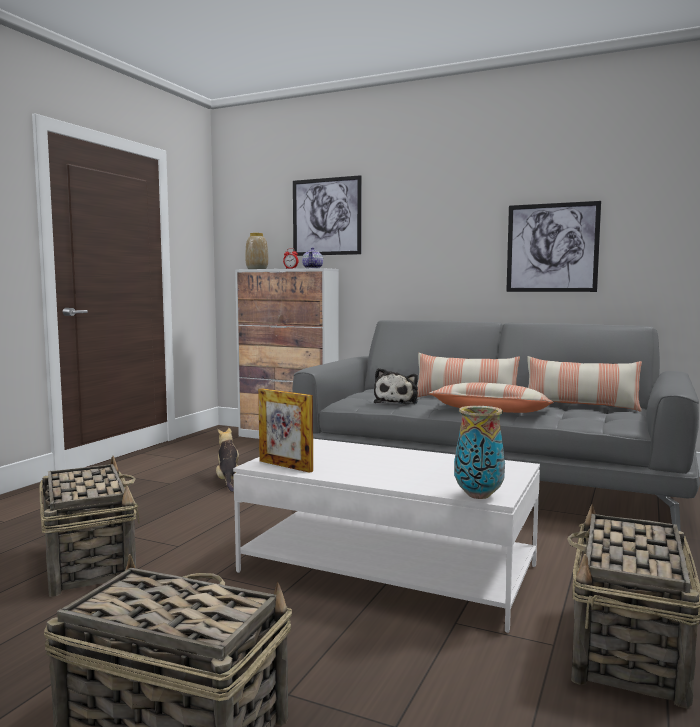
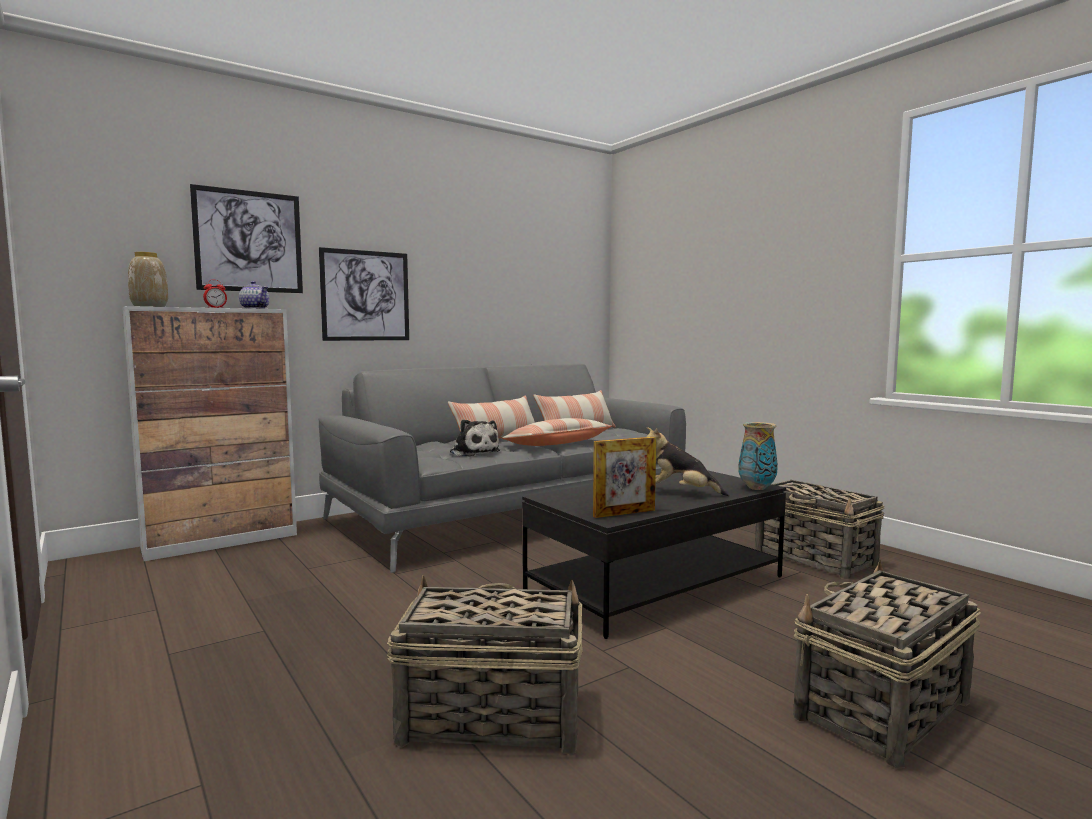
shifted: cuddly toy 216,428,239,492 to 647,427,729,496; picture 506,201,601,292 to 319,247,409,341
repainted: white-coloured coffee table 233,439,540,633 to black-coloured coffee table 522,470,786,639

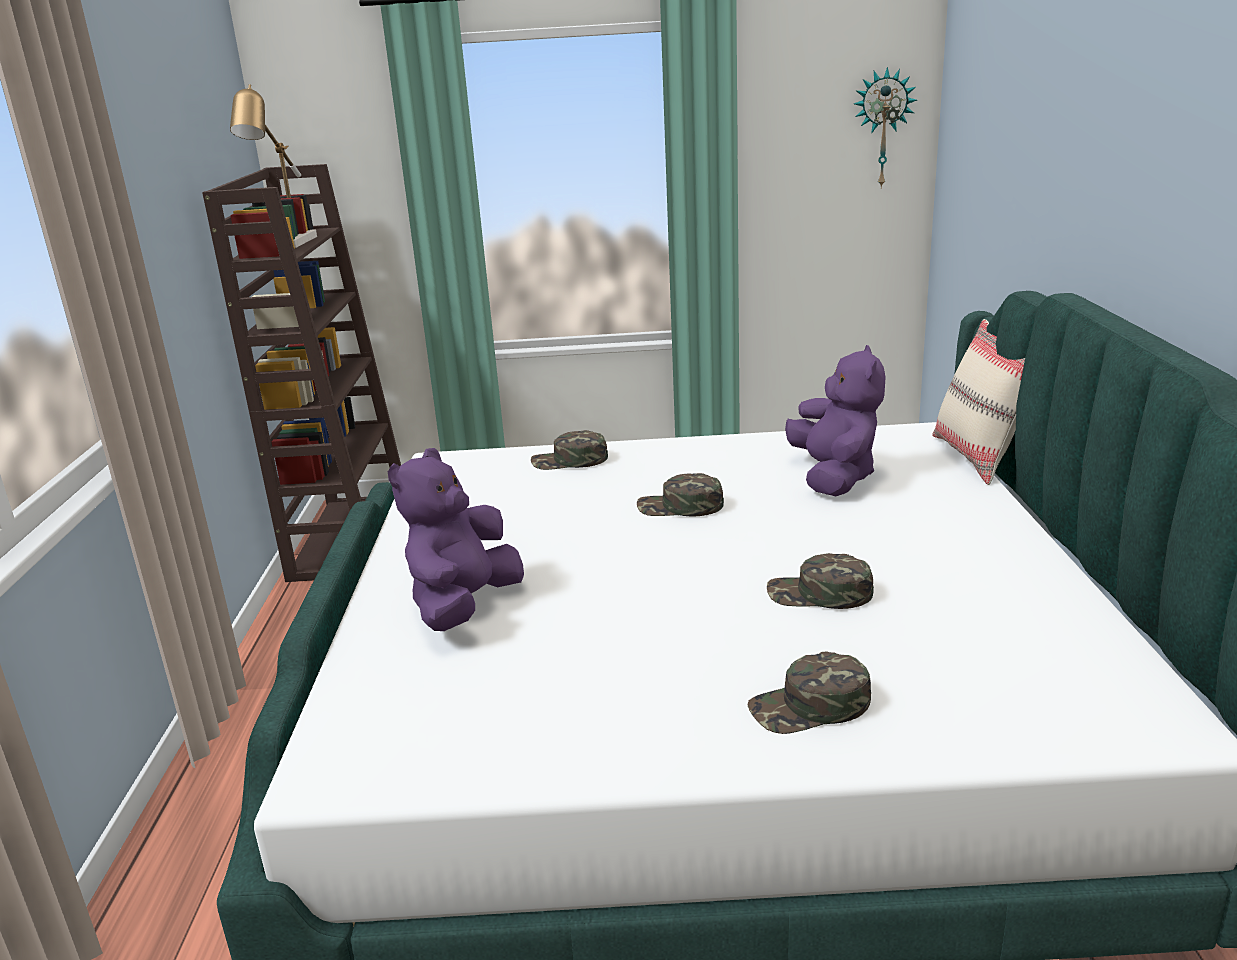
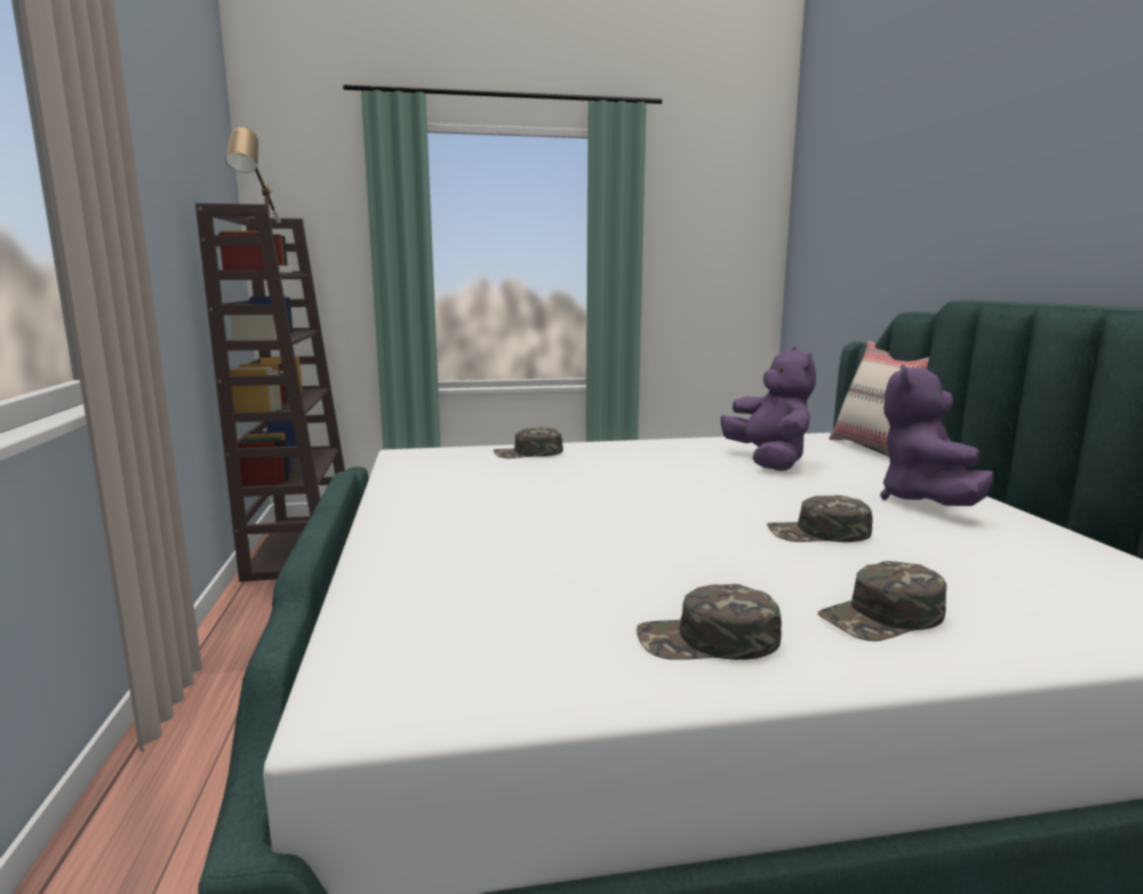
gone: wall clock 854,67,917,189
shifted: purple-coloured cuddly toy 388,448,524,631 to 880,365,993,506; green-coloured peaked cap 637,473,724,516 to 636,584,782,660

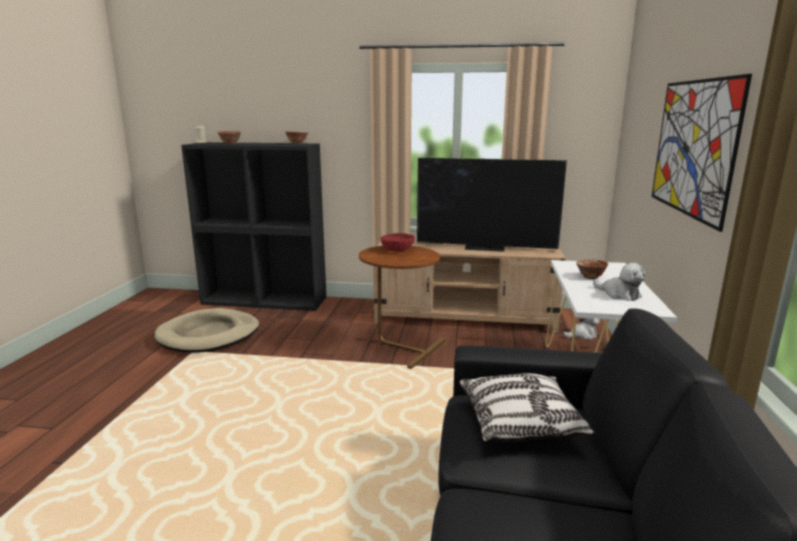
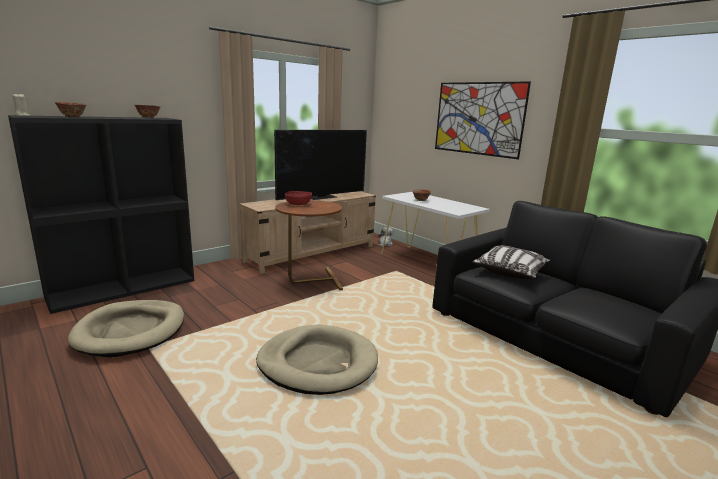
gone: cuddly toy 593,263,646,301
new: beige dog bed 256,325,378,395

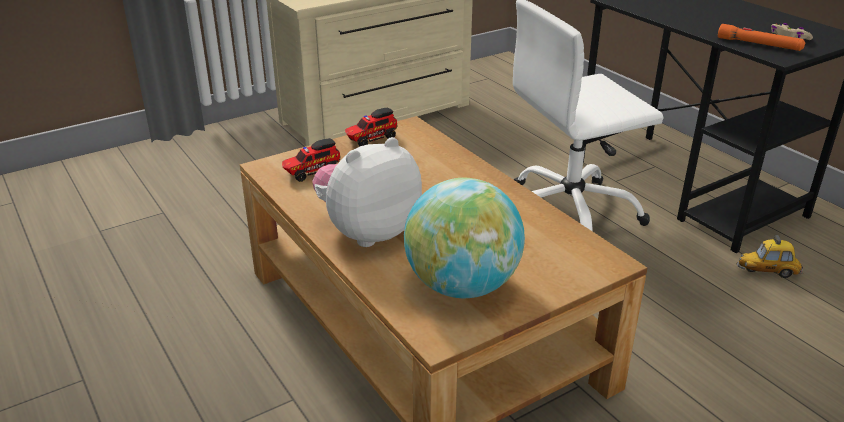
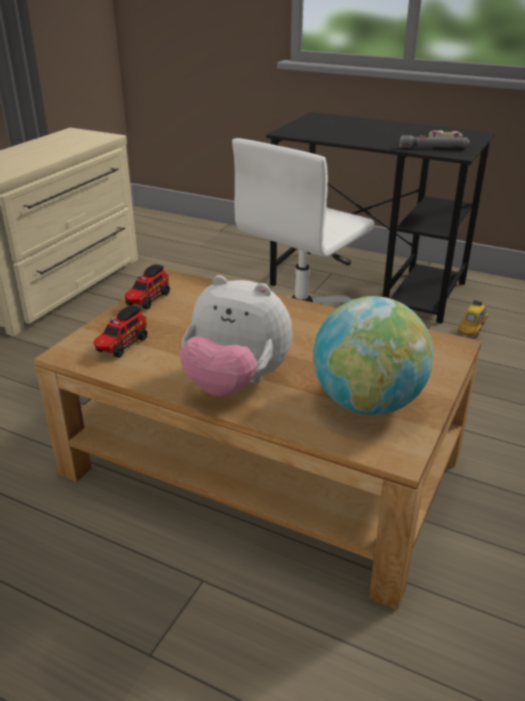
repainted: orangey hand torch 718,24,805,51 to grey hand torch 399,135,469,148
rotated: cuddly toy 312,137,422,247 = 179,275,292,397 90 degrees counterclockwise; toy car 737,235,803,278 = 458,300,489,338 150 degrees clockwise

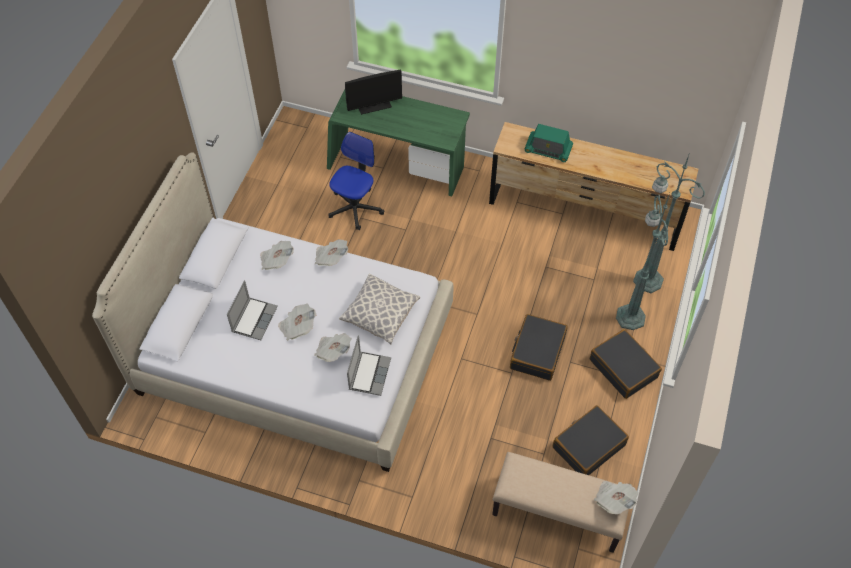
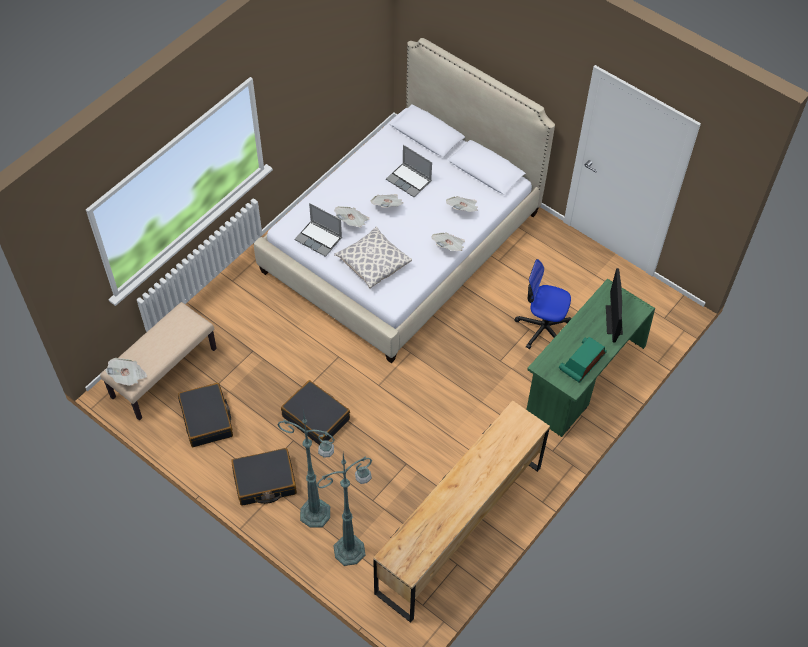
shifted: radio receiver 525,124,573,162 to 559,337,607,383
rotated: office chair 328,132,384,230 = 515,259,571,349 150 degrees clockwise

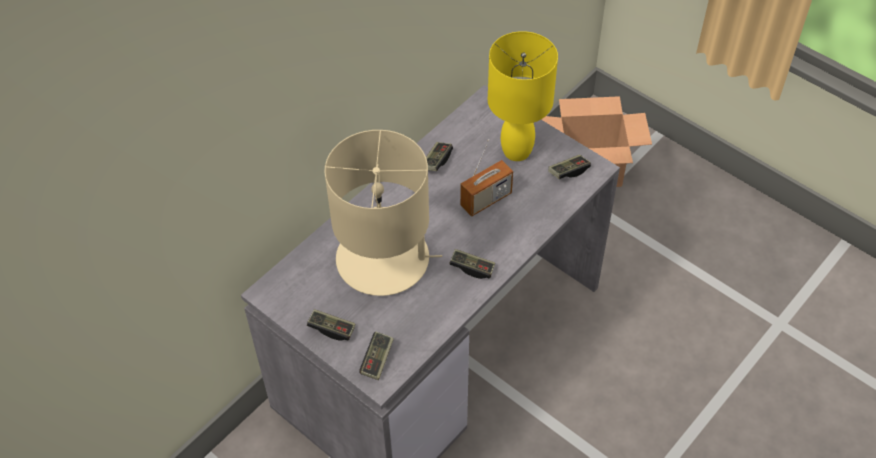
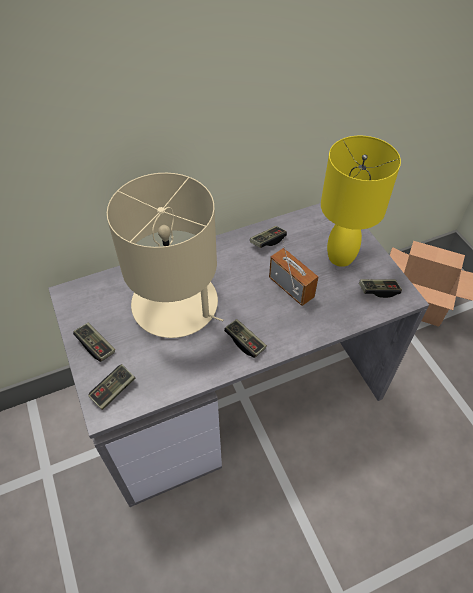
rotated: radio receiver 460,139,513,217 = 269,239,318,306 120 degrees counterclockwise

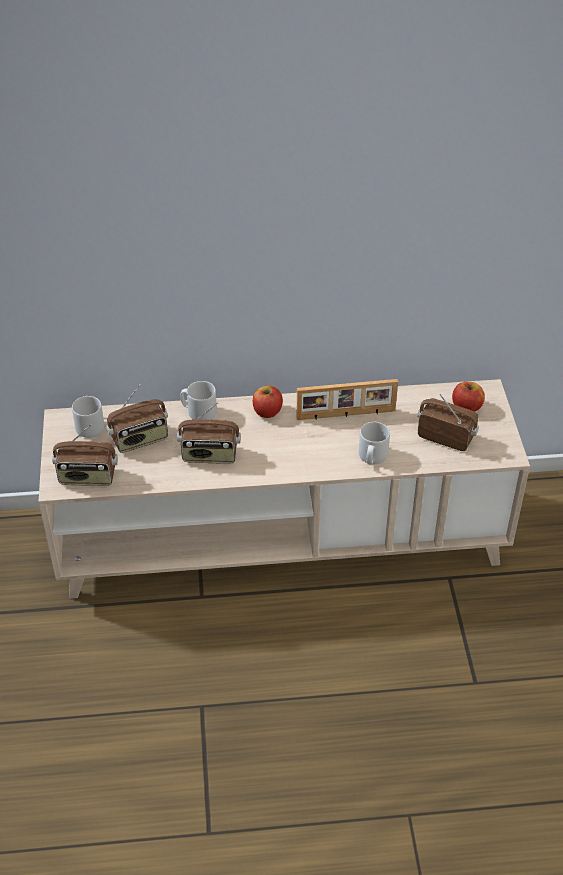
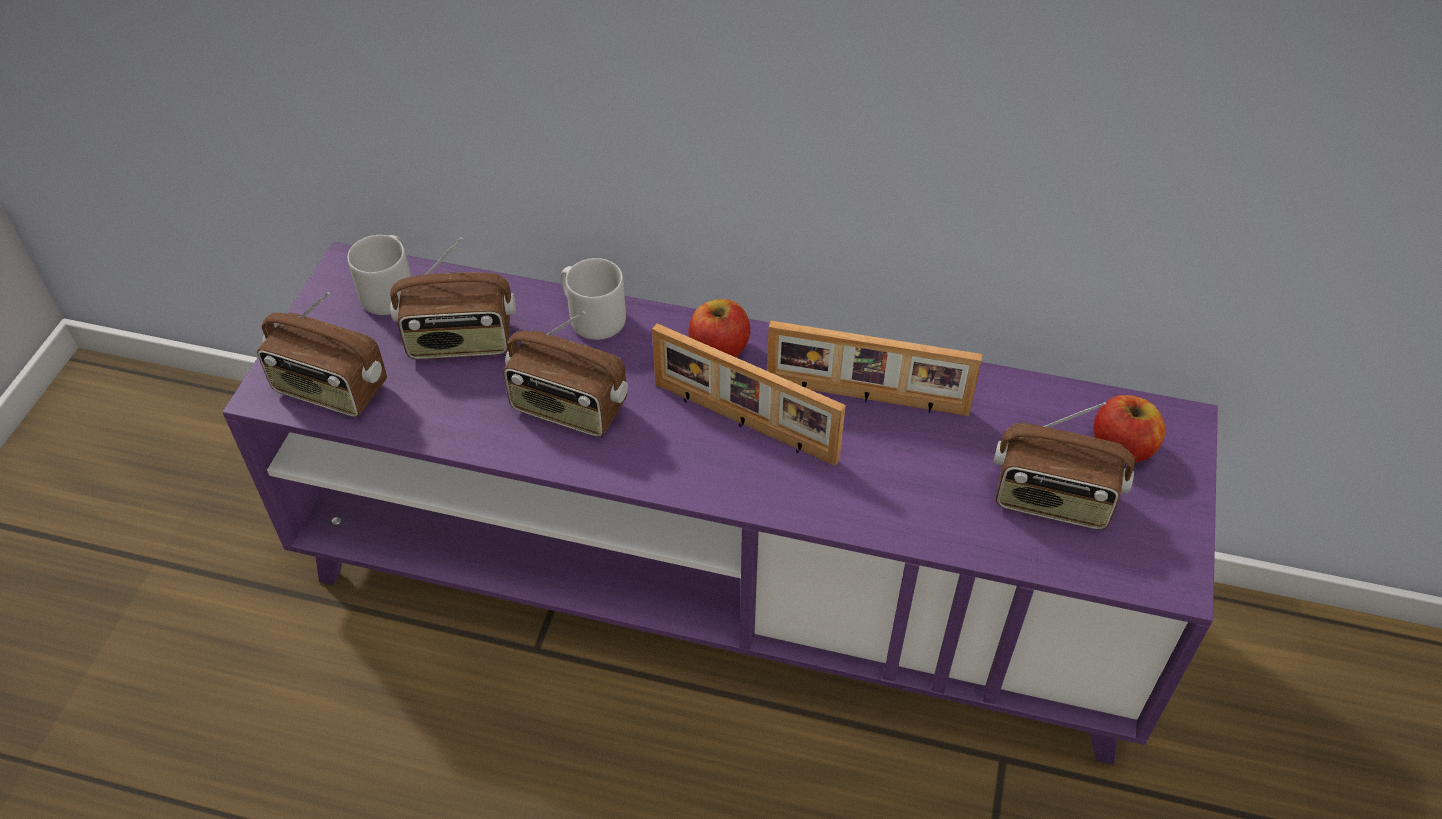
gone: grey coffee mug 359,422,390,464
new: standing frame 652,323,846,466
repainted: beige media console 39,379,530,599 to purple-coloured media console 223,242,1218,765
rotated: radio receiver 417,394,479,451 = 994,402,1135,530 150 degrees clockwise

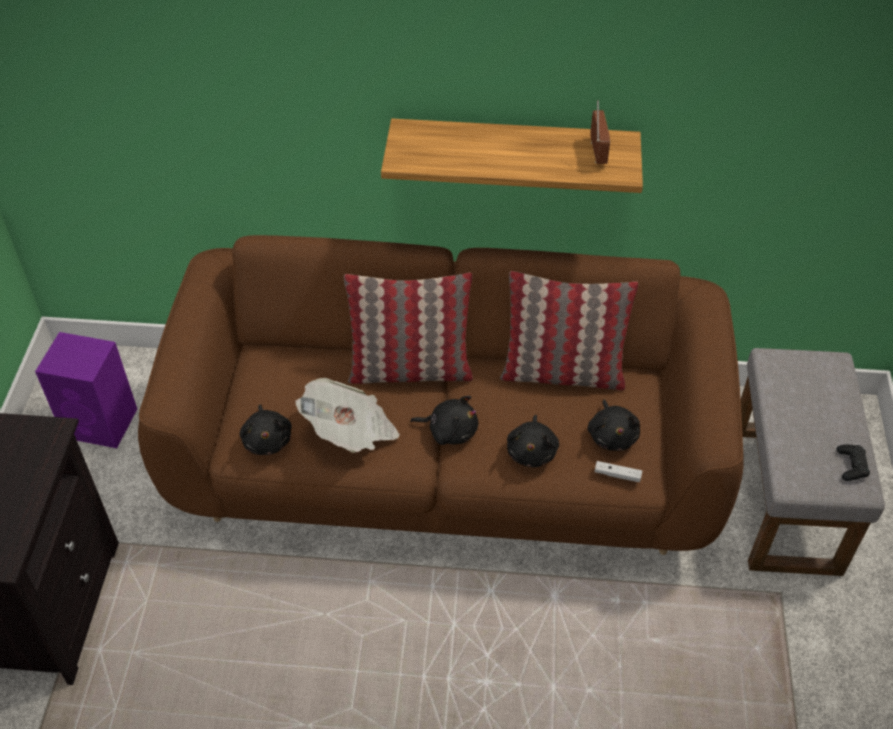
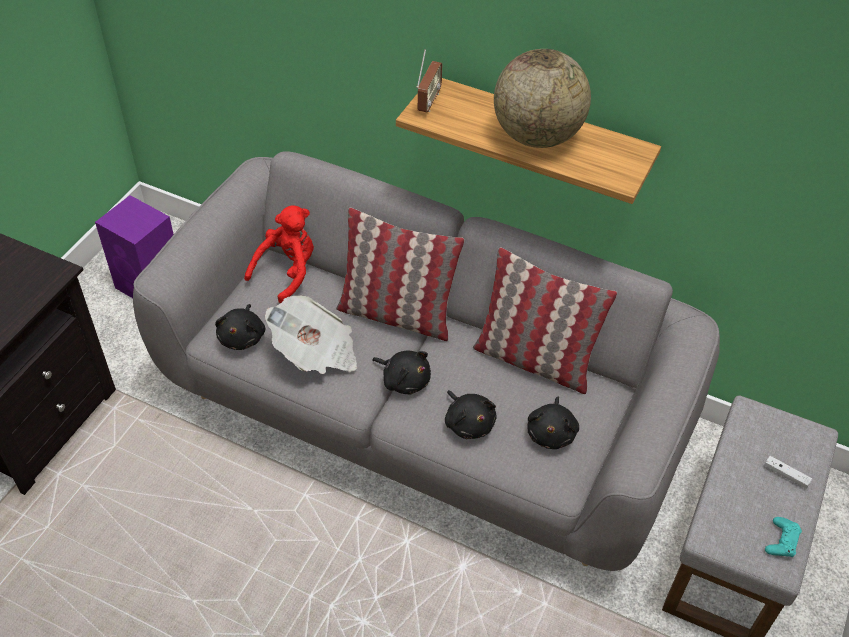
new: red-coloured cuddly toy 244,205,314,303; globe 494,49,591,148
shifted: radio receiver 590,101,610,164 to 417,49,442,112; white-coloured joypad 595,461,642,482 to 765,456,812,489
repainted: brown sofa 138,235,744,555 to grey sofa 133,151,720,571; black-coloured joypad 836,444,870,481 to turquoise joypad 765,517,802,557
rotated: black-coloured cuddly toy 507,415,559,467 = 445,390,497,439 60 degrees counterclockwise

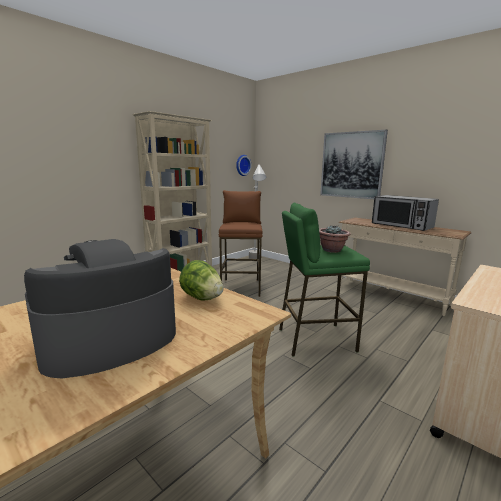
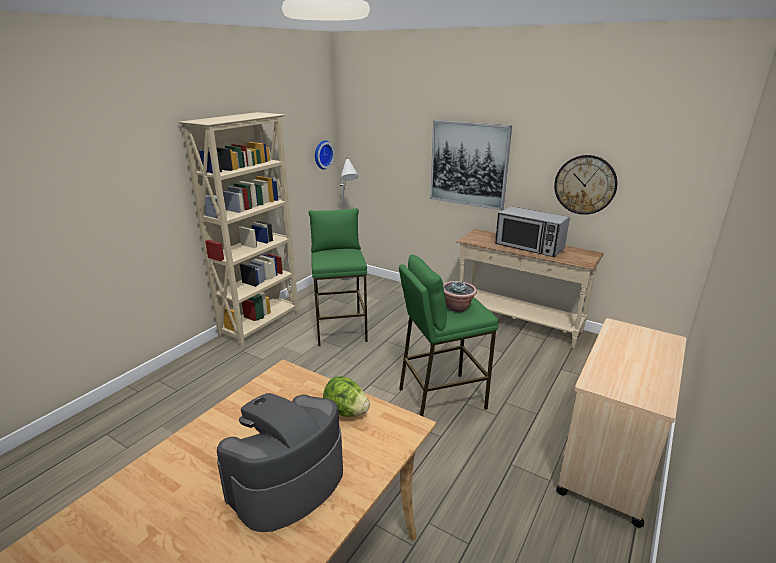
new: wall clock 554,155,617,215
repainted: brown stool 219,190,263,297 to green-coloured stool 308,208,368,346

